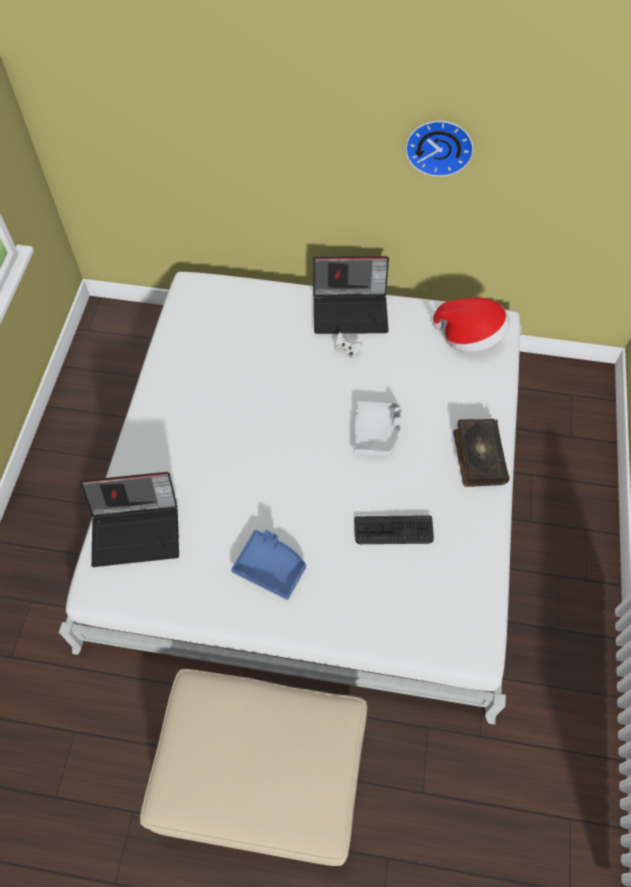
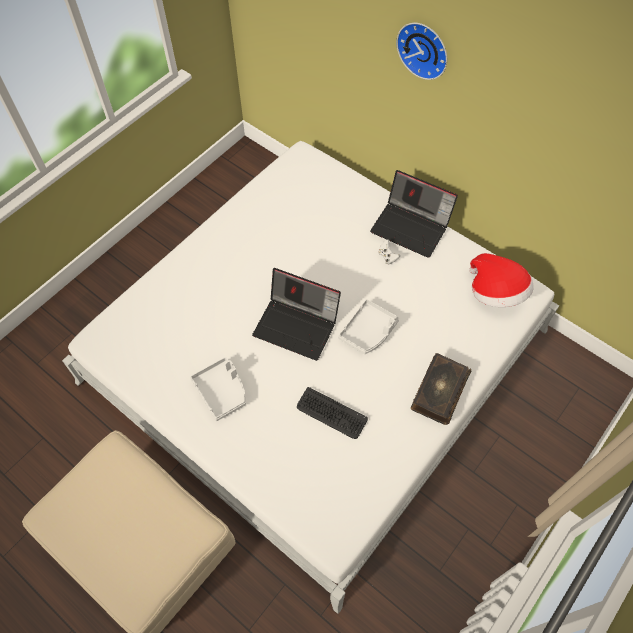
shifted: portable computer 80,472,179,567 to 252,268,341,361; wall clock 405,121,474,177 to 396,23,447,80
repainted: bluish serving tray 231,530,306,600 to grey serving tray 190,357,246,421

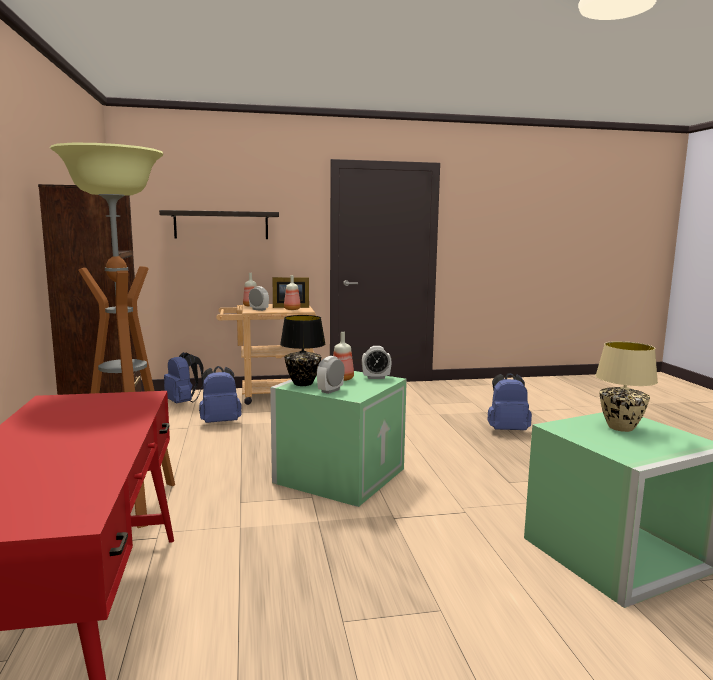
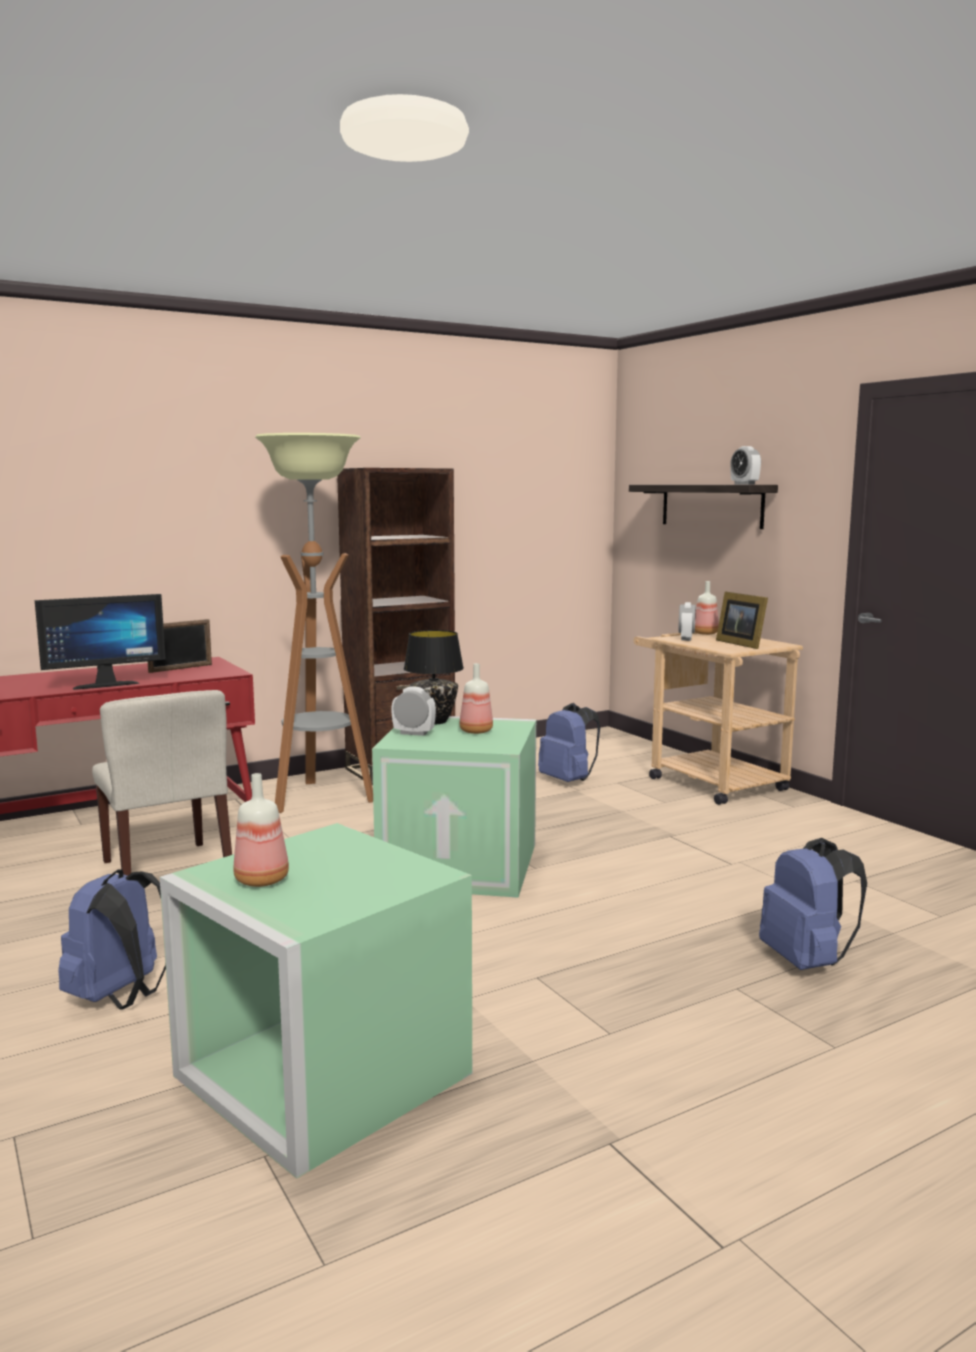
gone: beige lamp for a table 595,341,658,432
new: computer display 35,594,166,690; beige chair 92,690,232,876; standing frame 148,619,212,673
shifted: bluish rucksack 164,352,204,403 to 58,870,166,1010; bottle 284,275,301,310 to 234,773,289,887; table clock 362,346,391,379 to 730,446,761,484

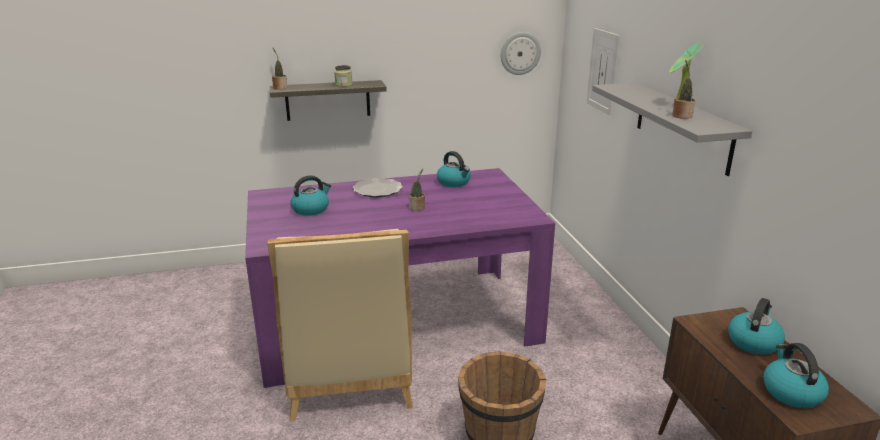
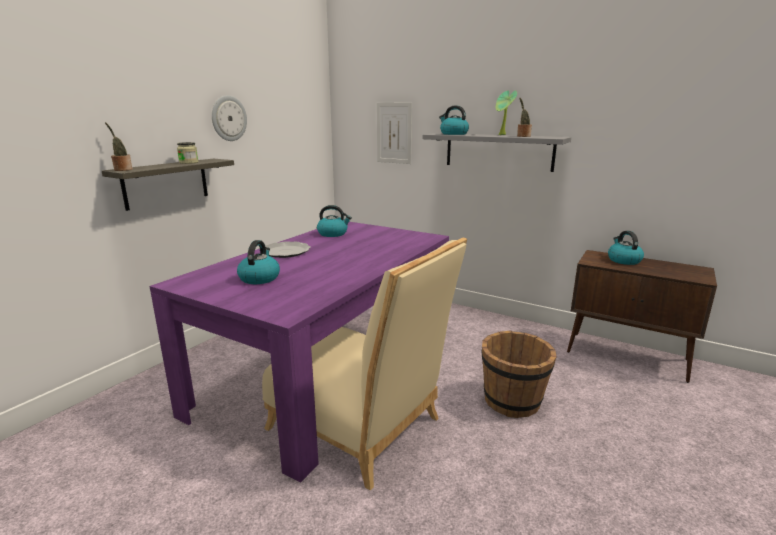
gone: plant in a pot 409,169,425,211
shifted: wall clock 501,32,541,75 to 212,95,247,141; tea kettle 763,343,829,408 to 439,106,469,135

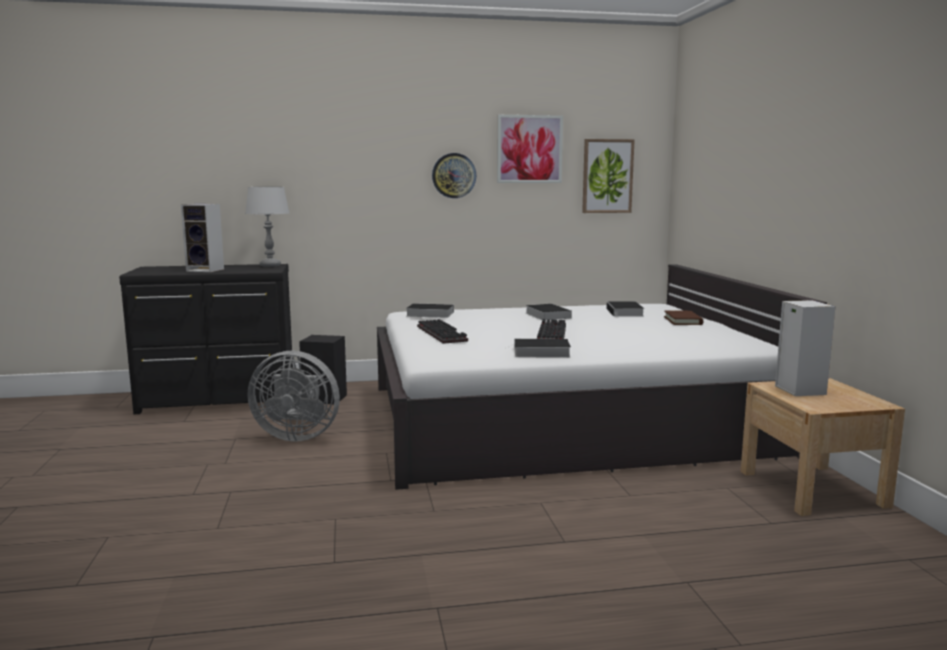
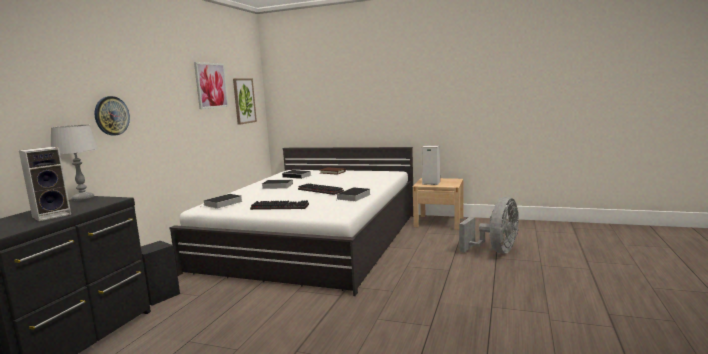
shifted: grey cooling fan 248,351,340,442 to 459,197,519,254; wall clock 432,153,476,198 to 94,96,130,136

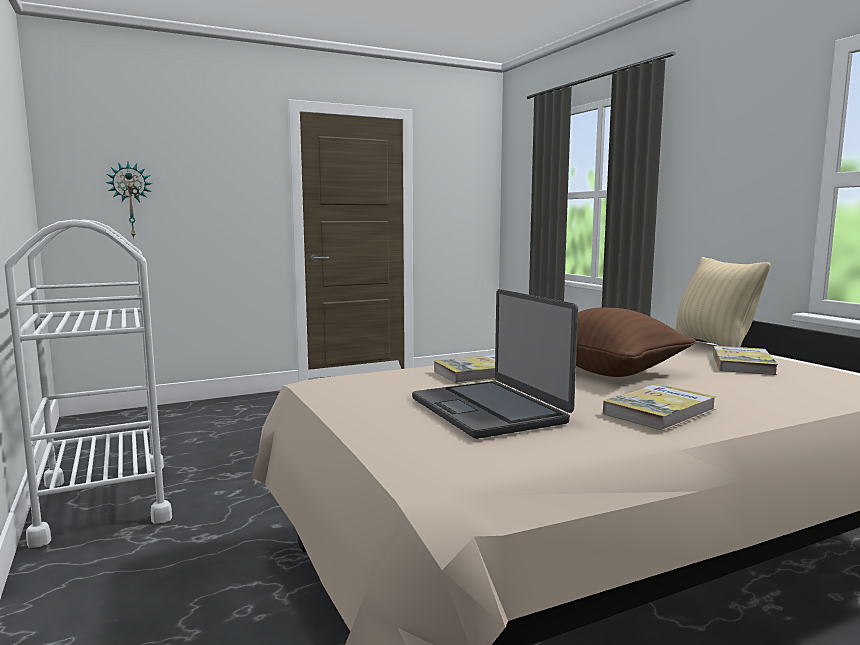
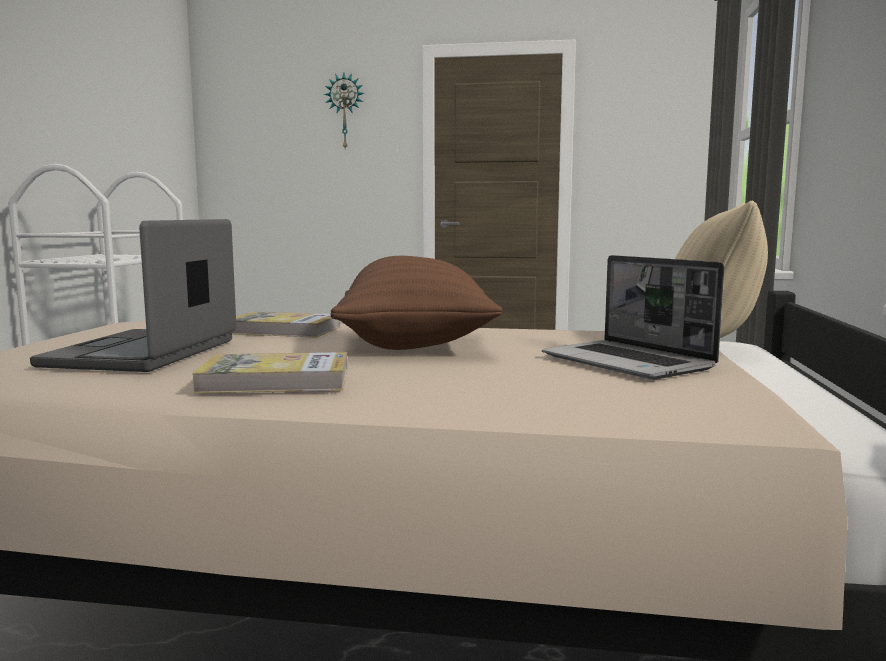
shifted: wall clock 106,162,152,239 to 324,72,365,150
swapped: bound book 713,346,778,375 to portable computer 542,255,724,379

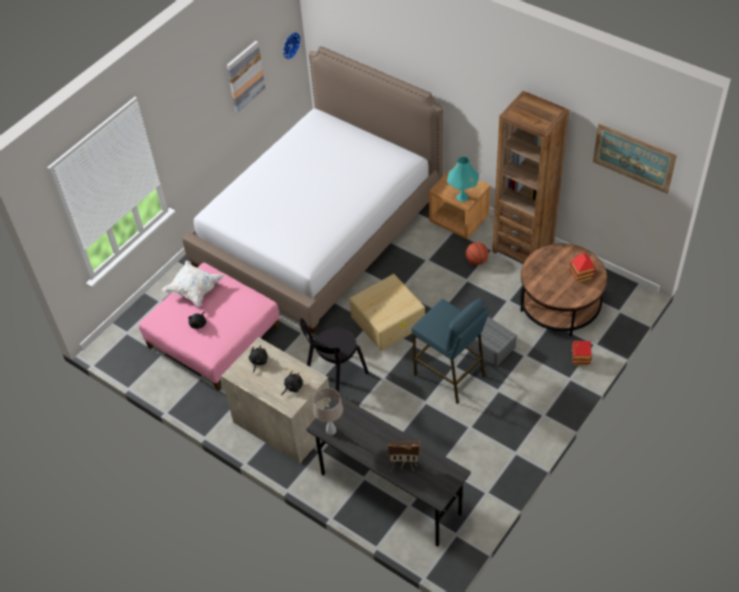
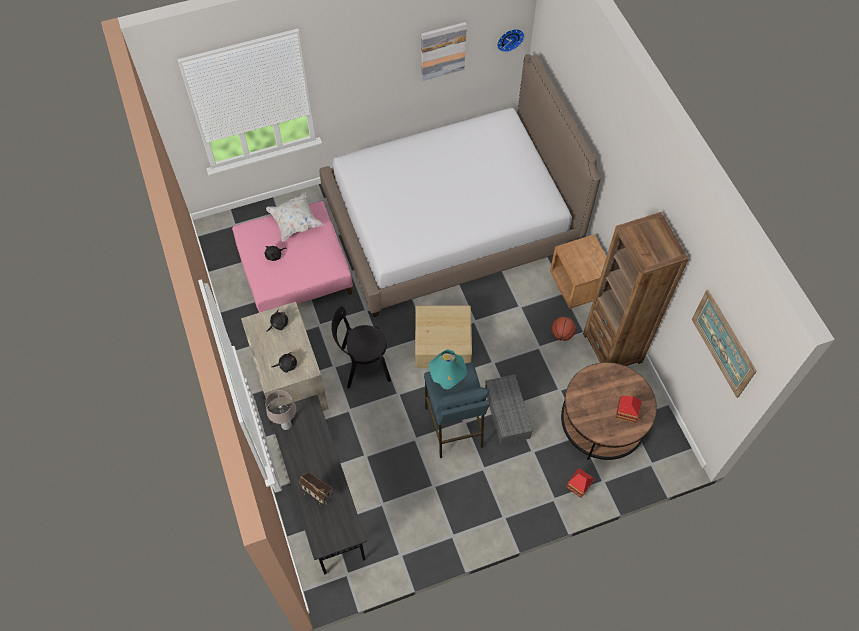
shifted: turquoise lamp for a table 447,156,479,202 to 429,349,467,389

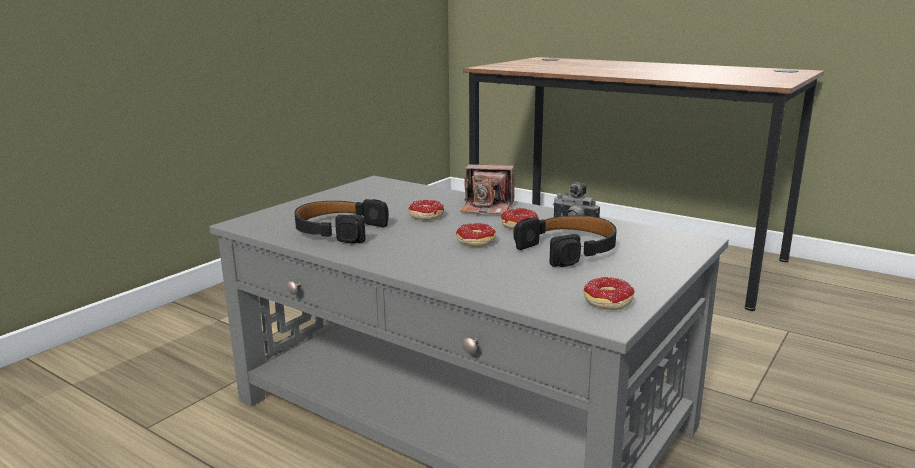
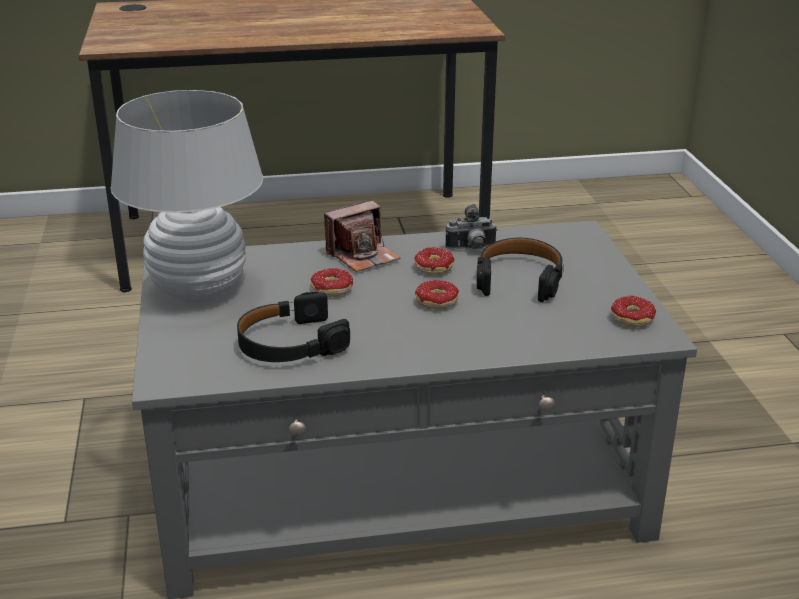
new: white-coloured lamp for a table 111,90,263,303

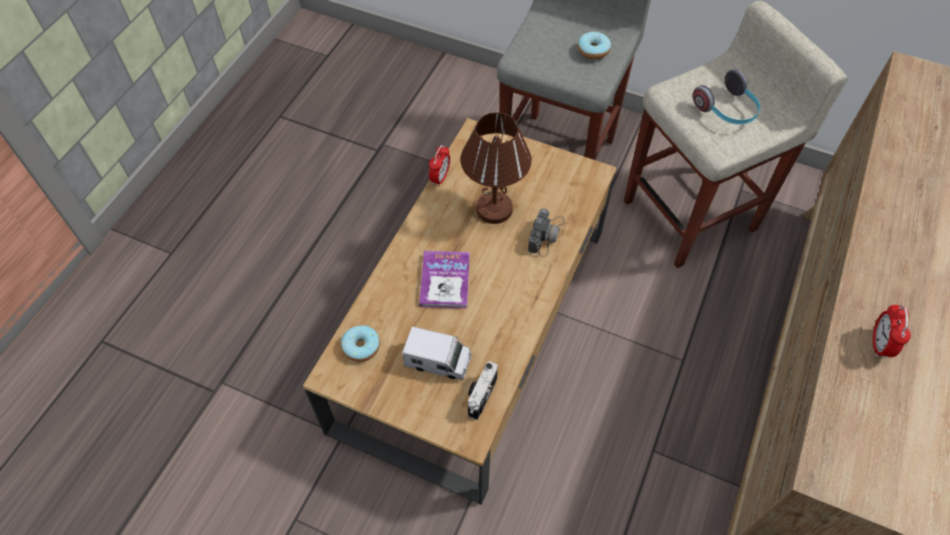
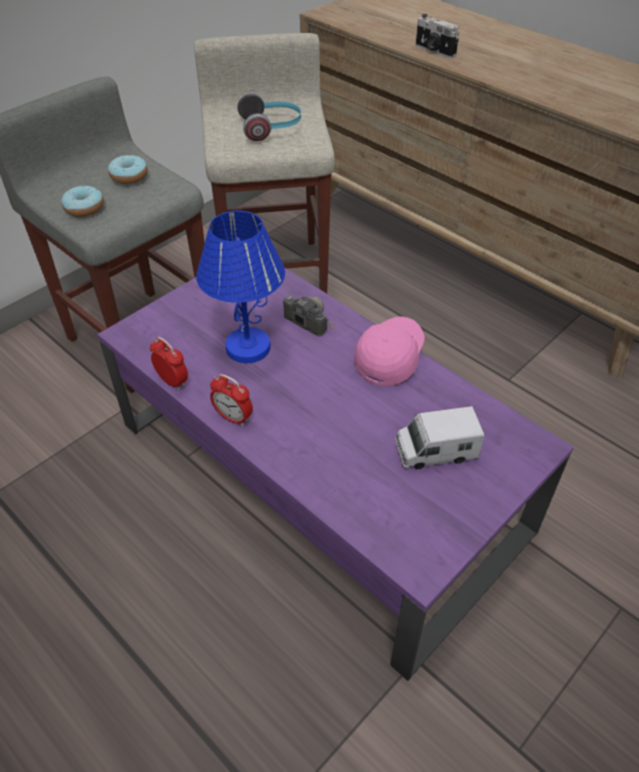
gone: bound book 419,251,470,309
new: pinkish peaked cap 354,317,425,386
shifted: doughnut 341,325,380,362 to 61,186,104,217; still camera 468,361,498,420 to 416,14,459,58; table clock 873,304,911,359 to 210,374,253,426
repainted: brown coffee table 303,118,617,505 to purple-coloured coffee table 97,267,574,681; brown lamp for a table 461,112,532,224 to bluish lamp for a table 196,211,285,363
rotated: model truck 403,326,472,380 = 395,406,484,469 135 degrees counterclockwise

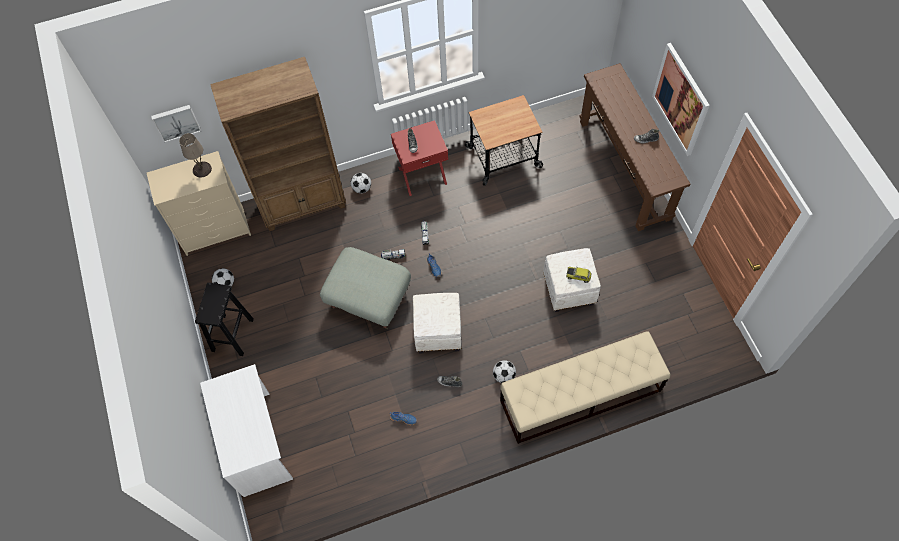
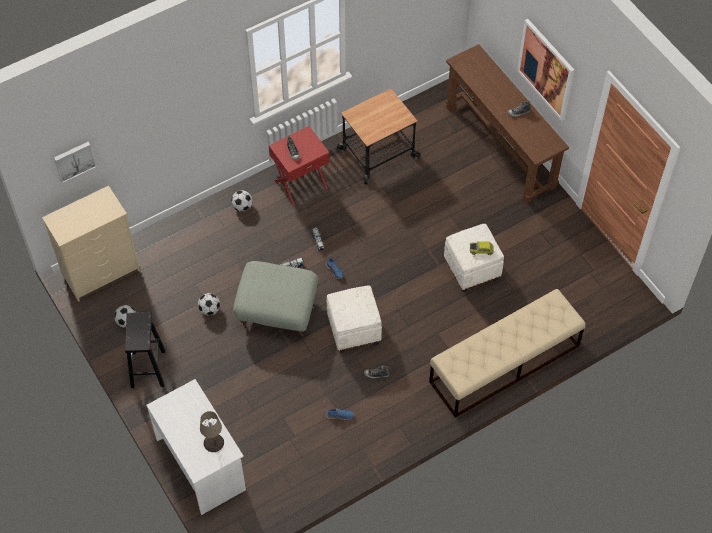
gone: brown shelving unit 210,57,346,231
shifted: beige lamp for a table 179,133,212,178 to 200,411,224,452; ball for football 493,360,516,383 to 198,293,220,316

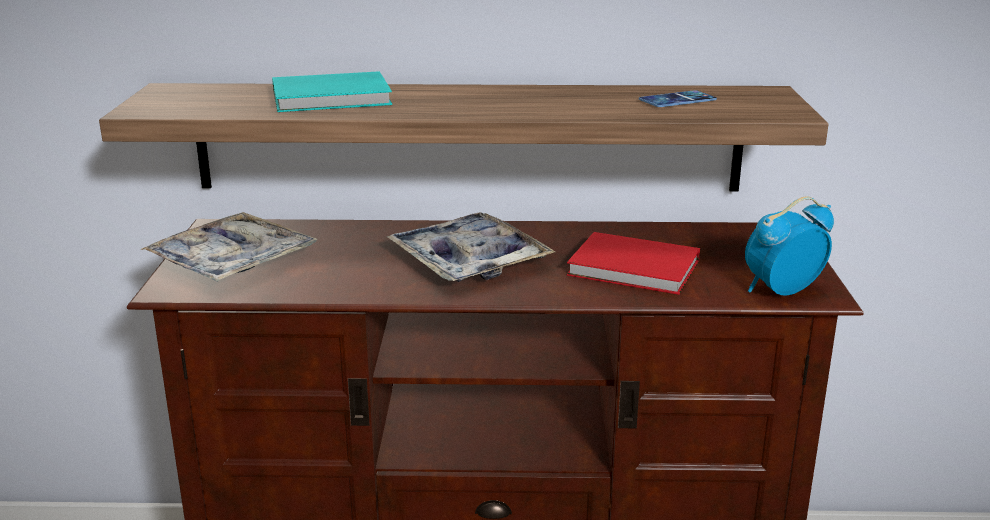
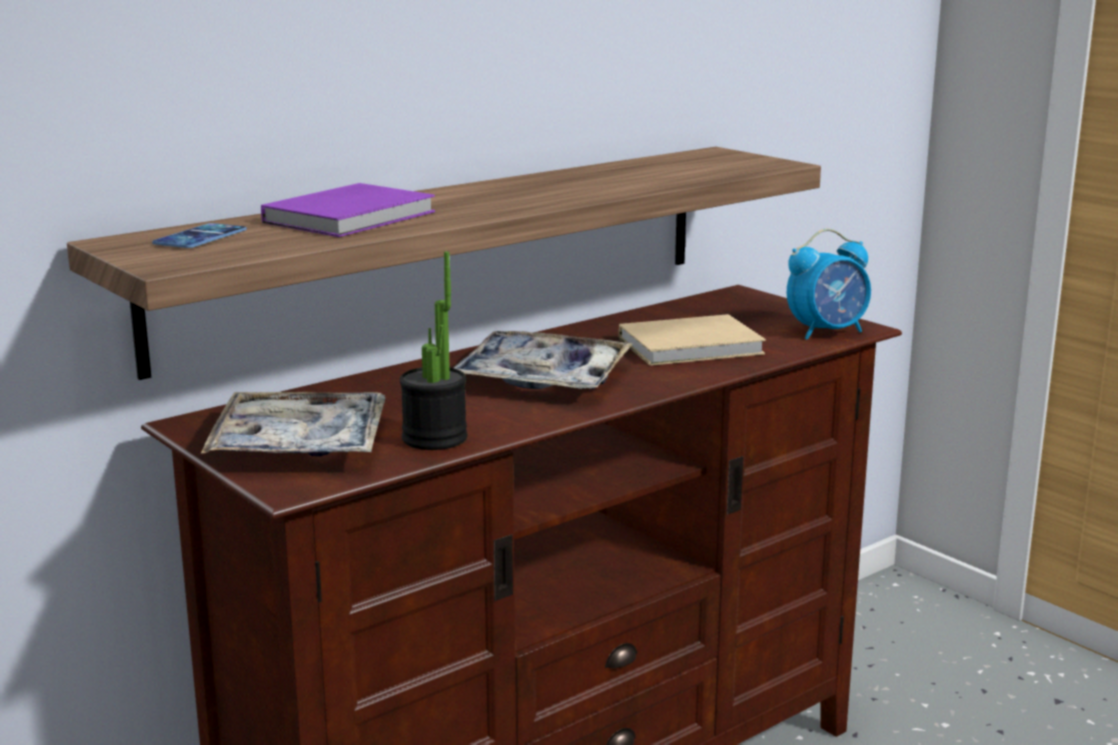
new: plant in a pot 400,251,467,450
shifted: telephone 639,90,717,107 to 152,223,247,248
repainted: turquoise bound book 272,71,392,112 to purple-coloured bound book 261,183,435,237; red-coloured bound book 567,232,700,295 to beige bound book 619,314,766,366
rotated: table clock 745,196,834,295 = 787,229,871,340 135 degrees counterclockwise

